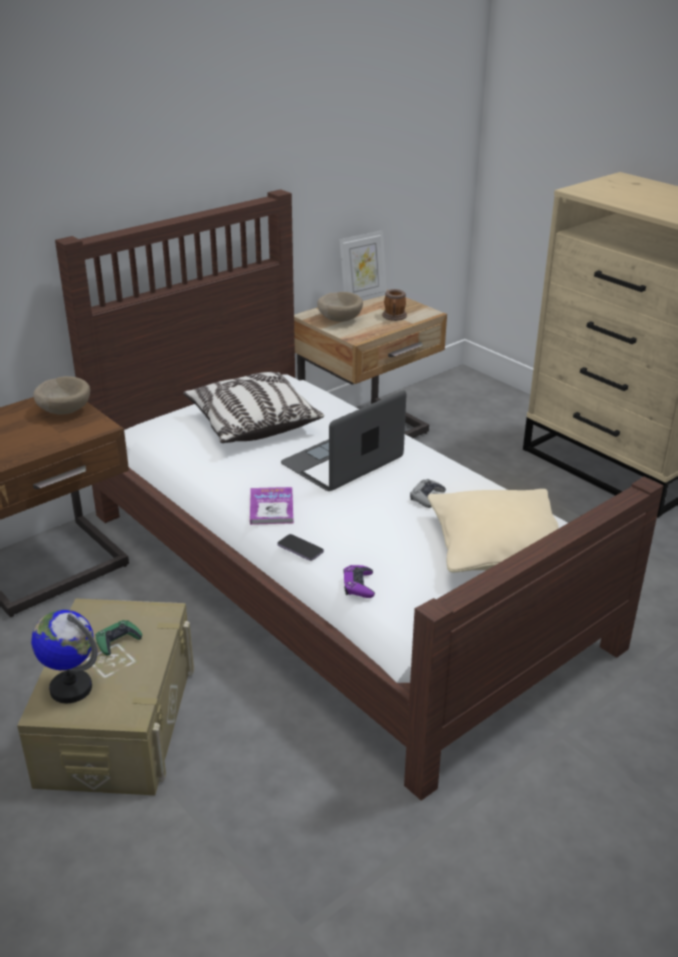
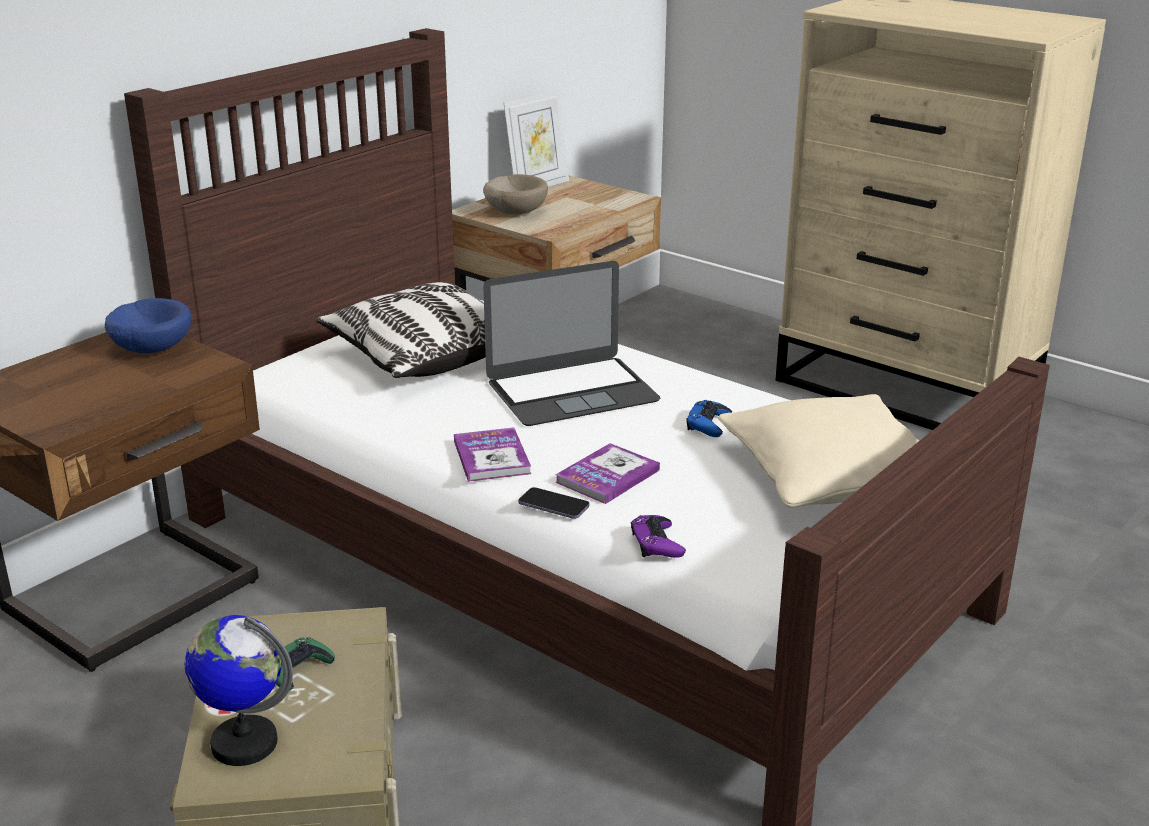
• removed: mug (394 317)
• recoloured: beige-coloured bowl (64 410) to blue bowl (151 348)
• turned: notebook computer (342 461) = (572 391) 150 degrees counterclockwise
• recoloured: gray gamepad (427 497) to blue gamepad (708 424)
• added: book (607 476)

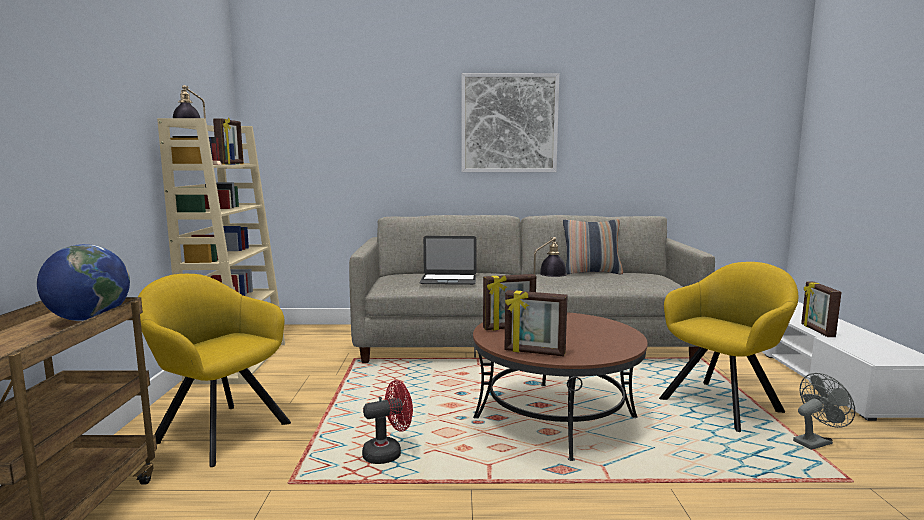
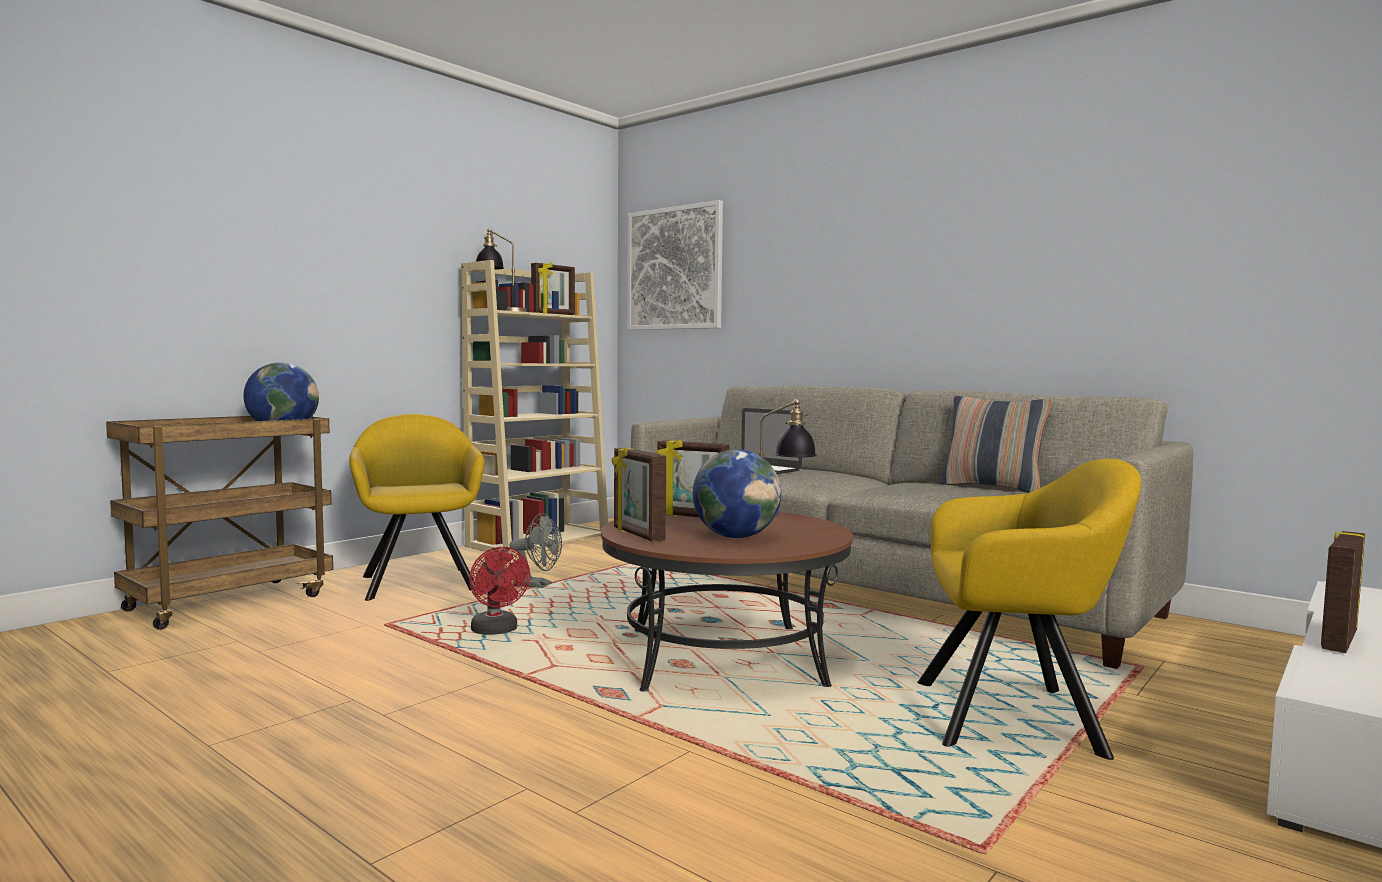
• moved: wall art (509 123) to (674 268)
• moved: gray cooling fan (815 442) to (538 585)
• turned: red-coloured cooling fan (388 453) = (497 631) 45 degrees clockwise
• added: desk globe (736 537)

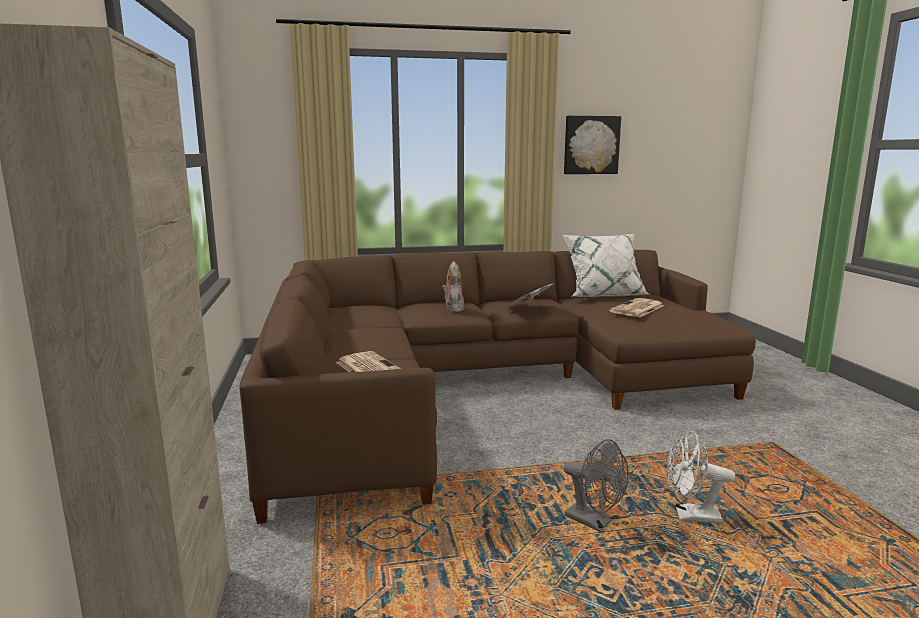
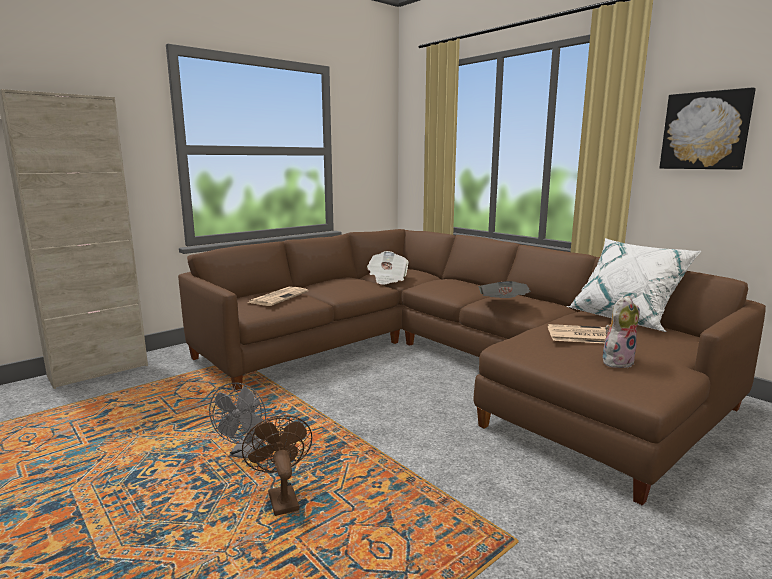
• moved: plush toy (453 309) to (617 361)
• recoloured: whitish cooling fan (690 516) to brown-coloured cooling fan (281 497)
• added: printed paper (387 279)

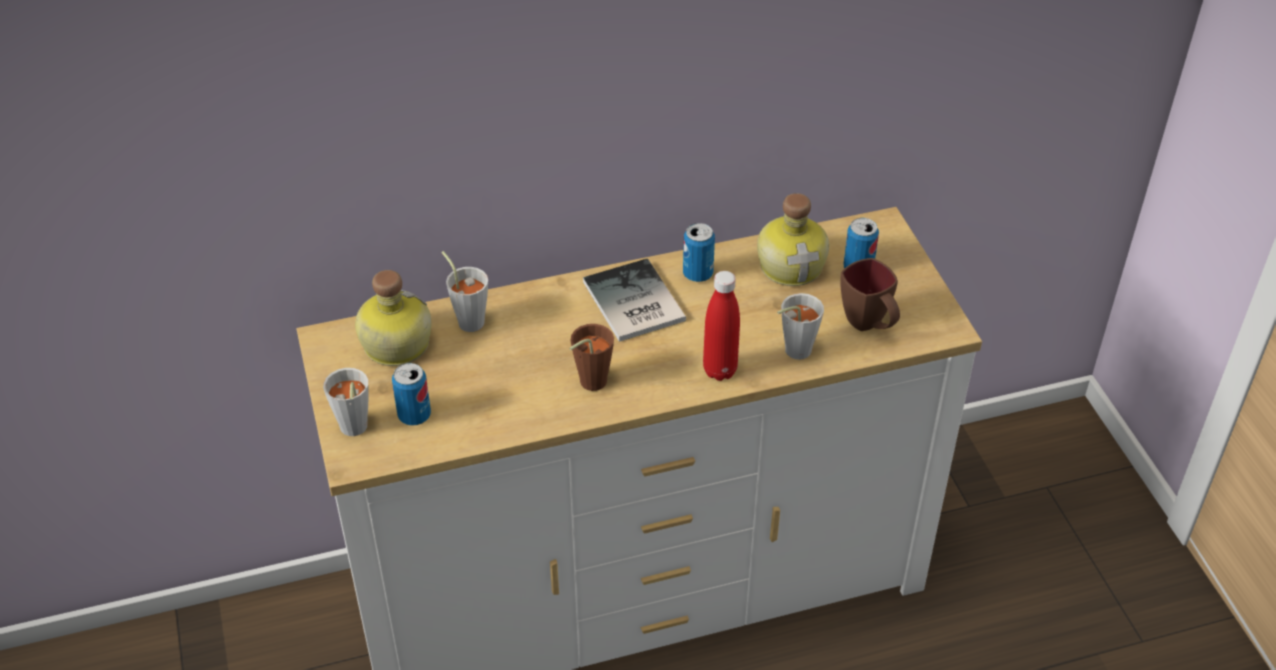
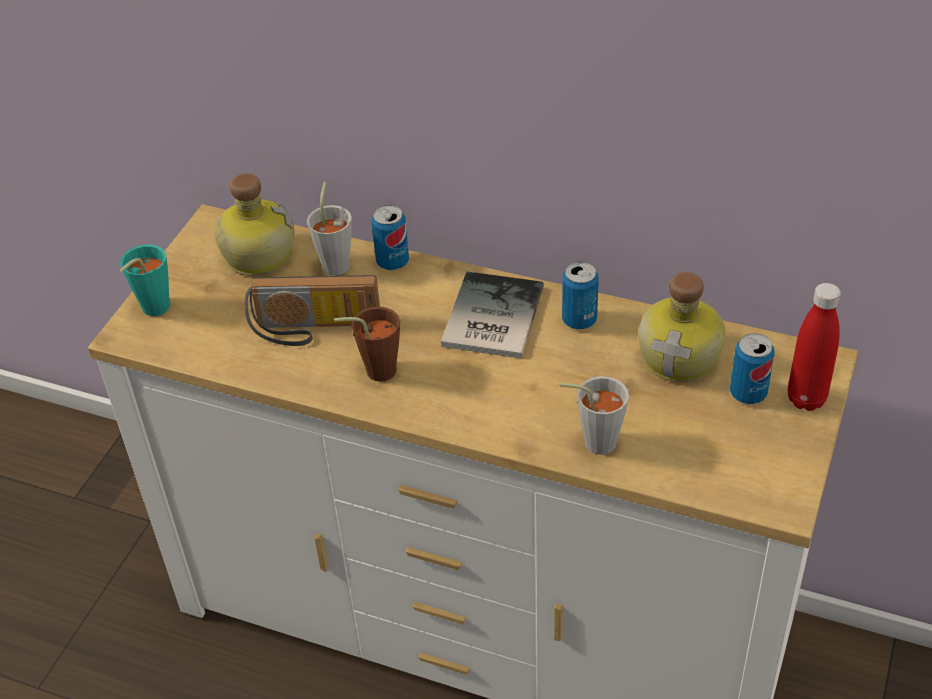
• removed: brown-coloured mug (869 325)
• moved: red-coloured bottle (720 370) to (806 399)
• moved: can (414 415) to (392 261)
• recoloured: gray small cup (353 431) to turquoise-coloured small cup (151 310)
• added: radio receiver (314 330)

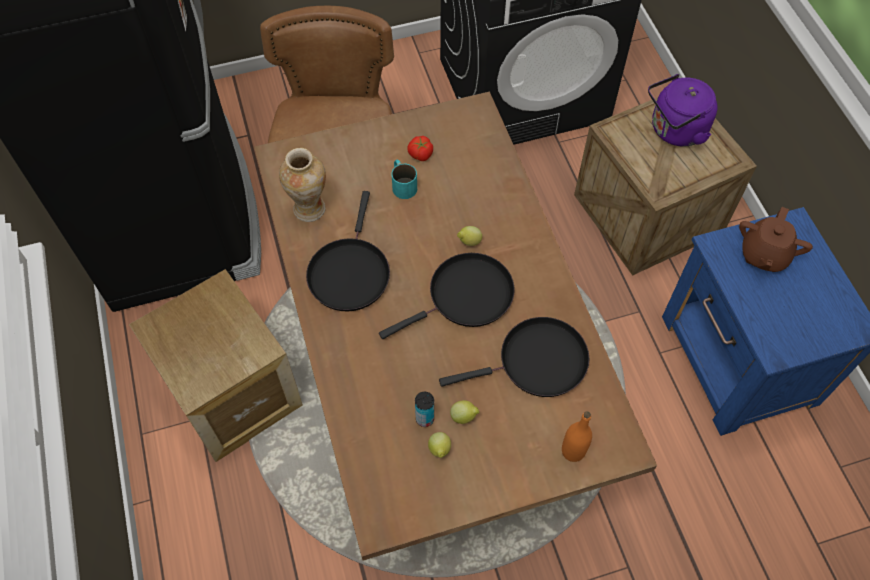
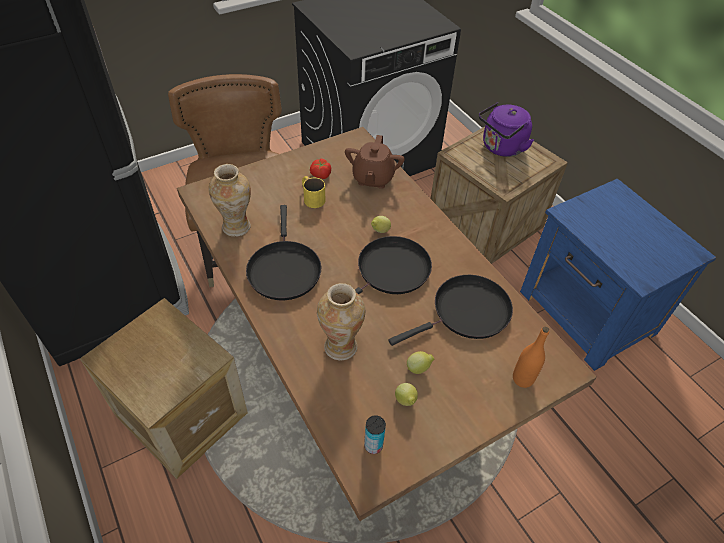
• recoloured: turquoise-coloured mug (402 184) to yellow-coloured mug (311 197)
• moved: brown-coloured teapot (764 255) to (373 178)
• moved: can (425 419) to (373 445)
• added: decorative vase (341 346)

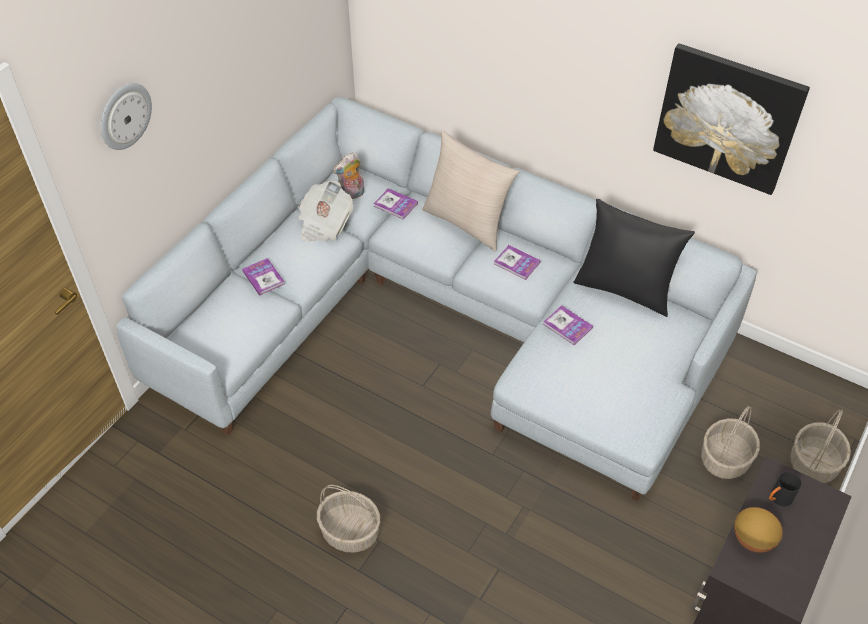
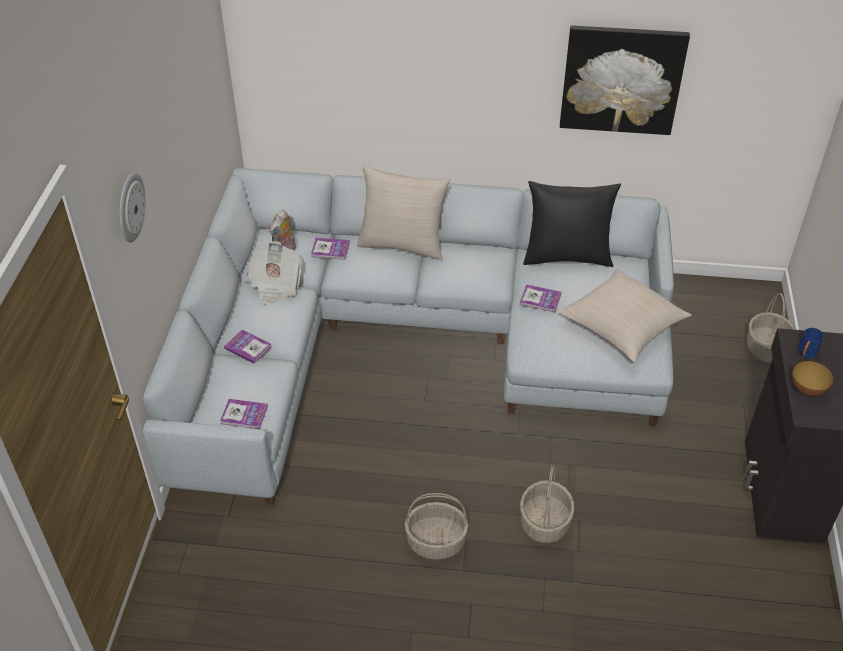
• moved: book (516 263) to (244 415)
• moved: storage basket (725 459) to (545 523)
• recoloured: black mug (778 499) to blue mug (805 355)
• added: beige-coloured cushion (622 326)

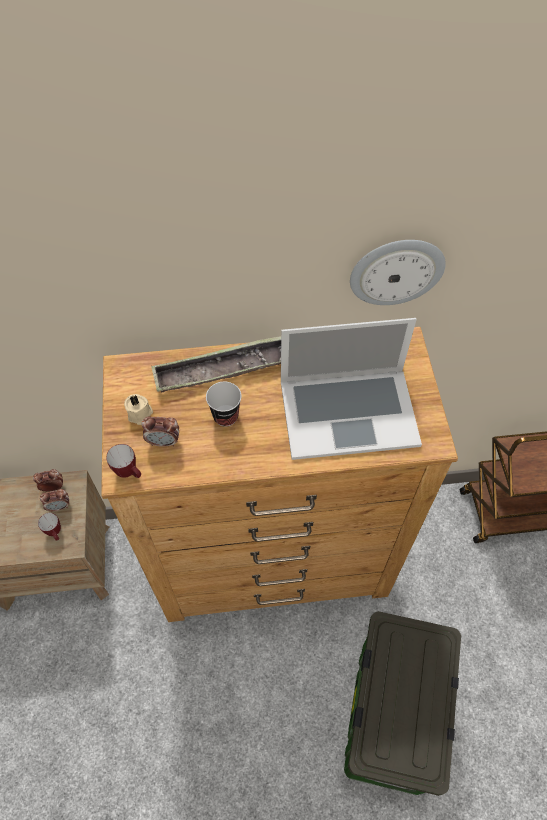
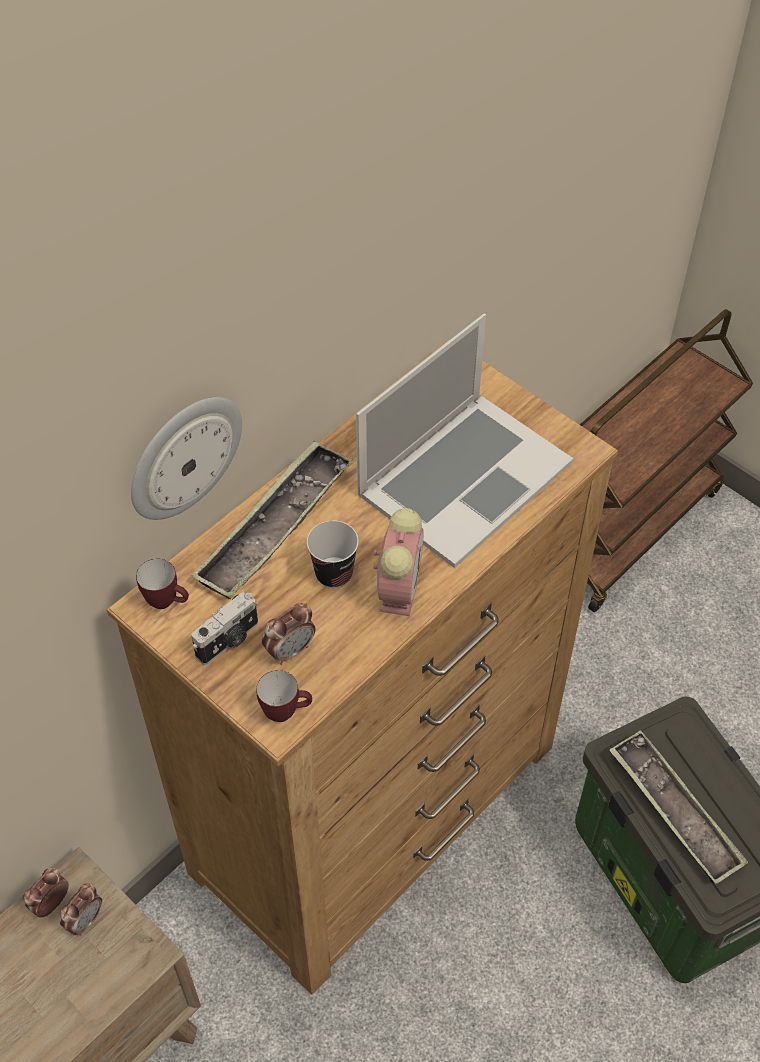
• moved: hanging clock (396 271) to (184 456)
• replaced: beige-coloured candle (140 414) to photo camera (229 641)
• moved: mug (56 533) to (167 602)
• added: table clock (399 587)
• added: tray (674 811)

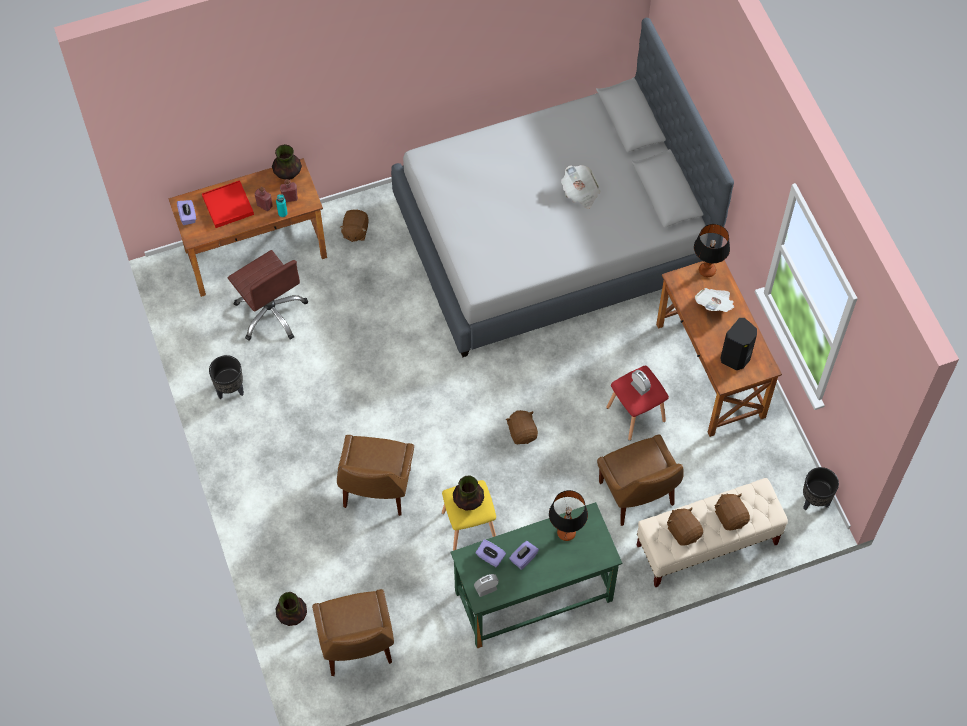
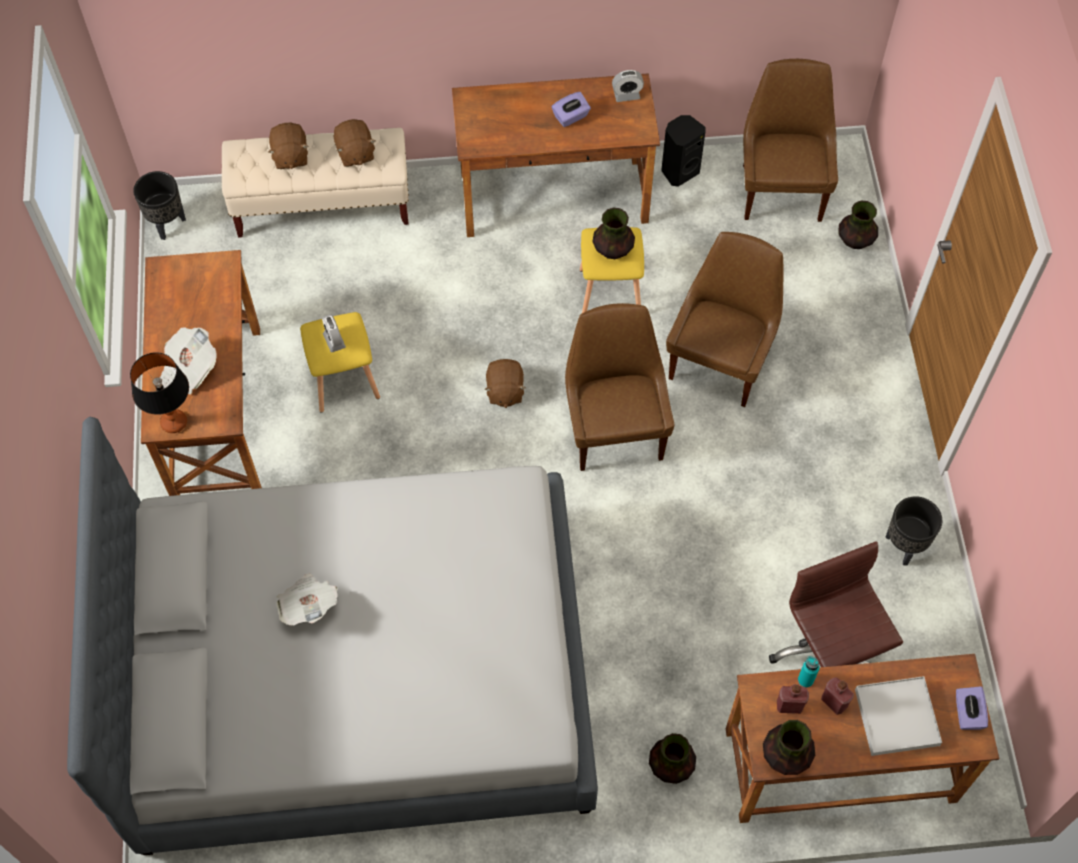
• recoloured: red-coloured tray (228 205) to whitish tray (897 717)
• replaced: brown-coloured plush toy (355 231) to decorative vase (670 765)
• moved: black loudspeaker (736 358) to (679 171)
• recoloured: red-coloured stool (635 413) to yellow-coloured stool (344 381)
• moved: brown-coloured plain chair (637 496) to (615 429)
• removed: tabletop lamp (566 533)
• recoloured: green-coloured desk (533 596) to brown-coloured desk (554 197)
• removed: purplish box of tissues (490 557)

